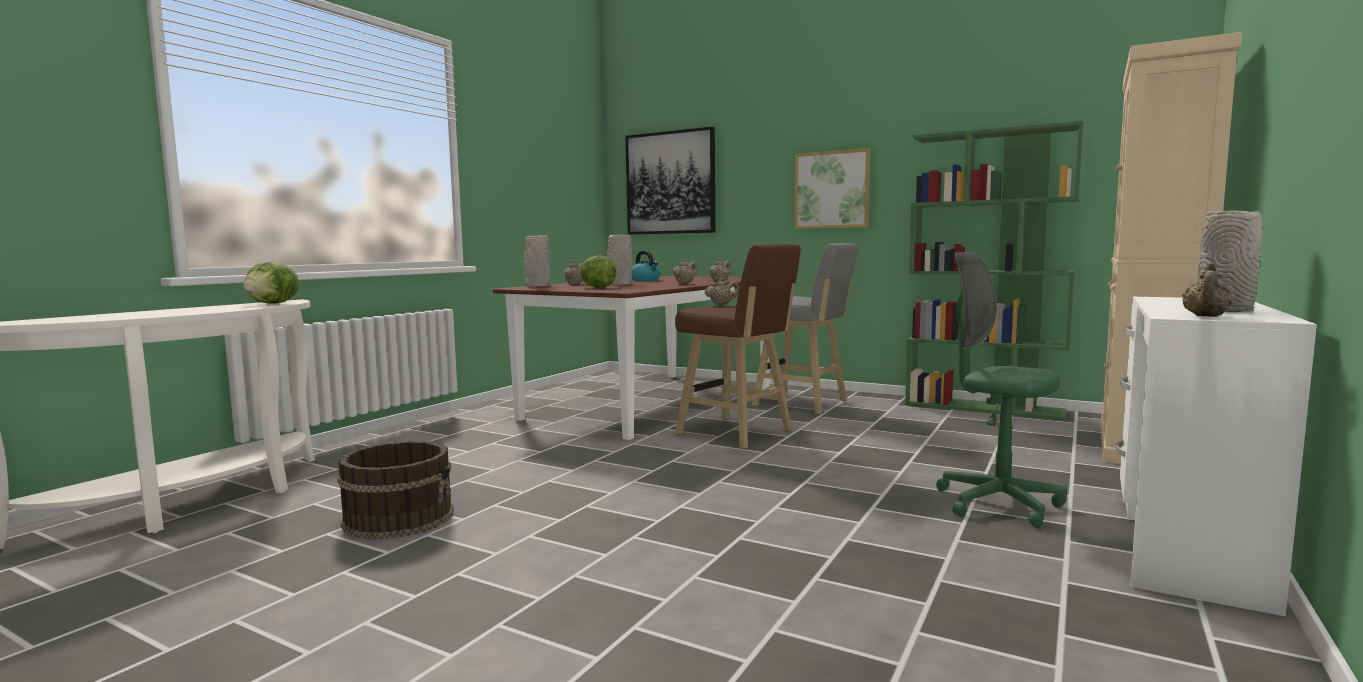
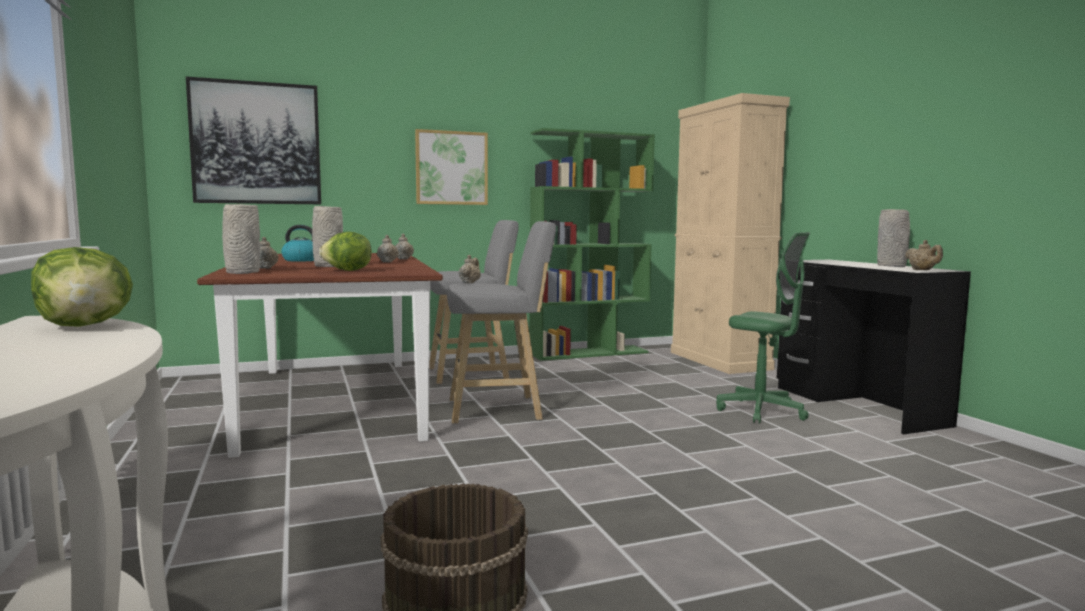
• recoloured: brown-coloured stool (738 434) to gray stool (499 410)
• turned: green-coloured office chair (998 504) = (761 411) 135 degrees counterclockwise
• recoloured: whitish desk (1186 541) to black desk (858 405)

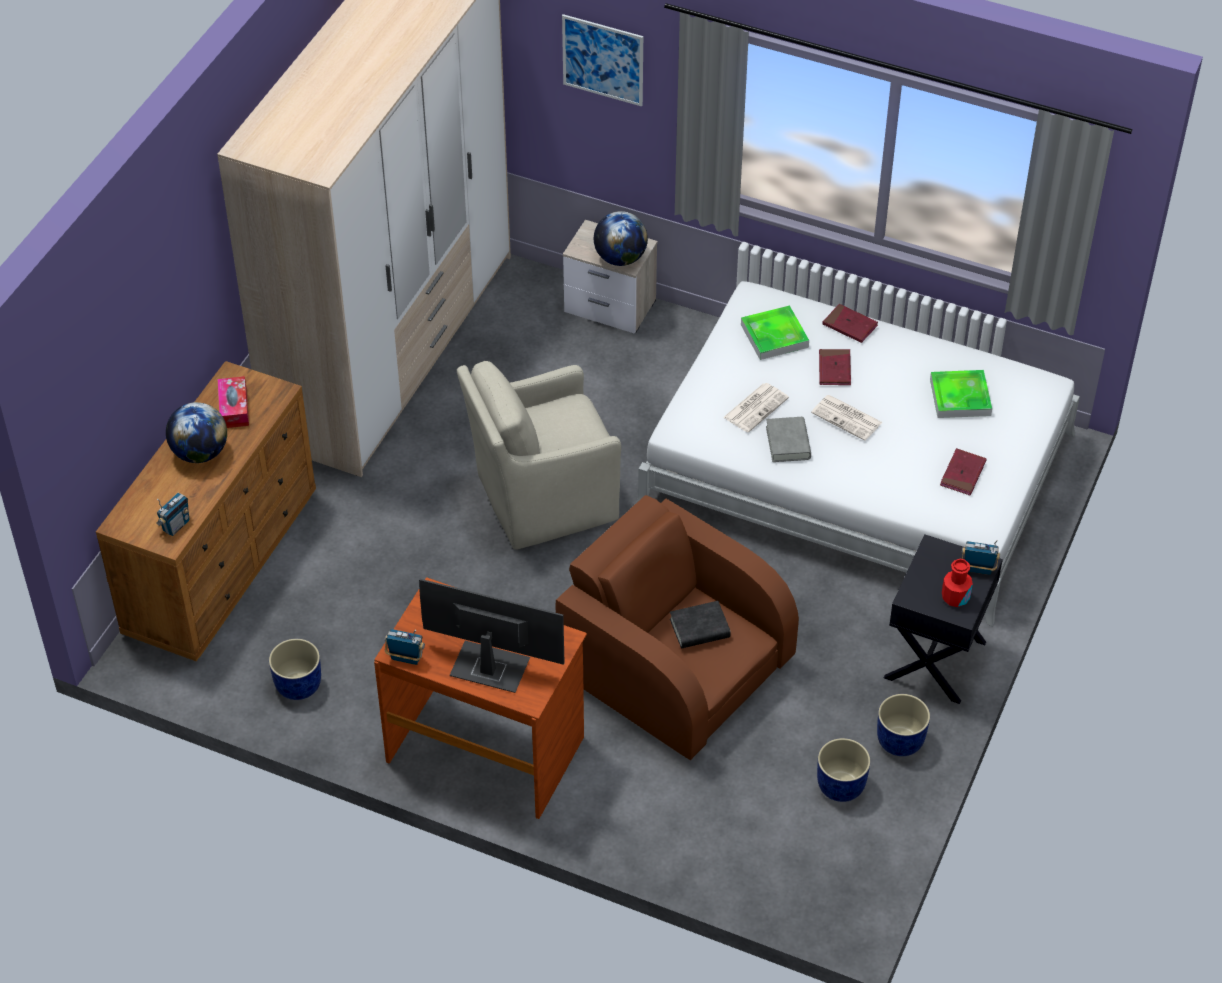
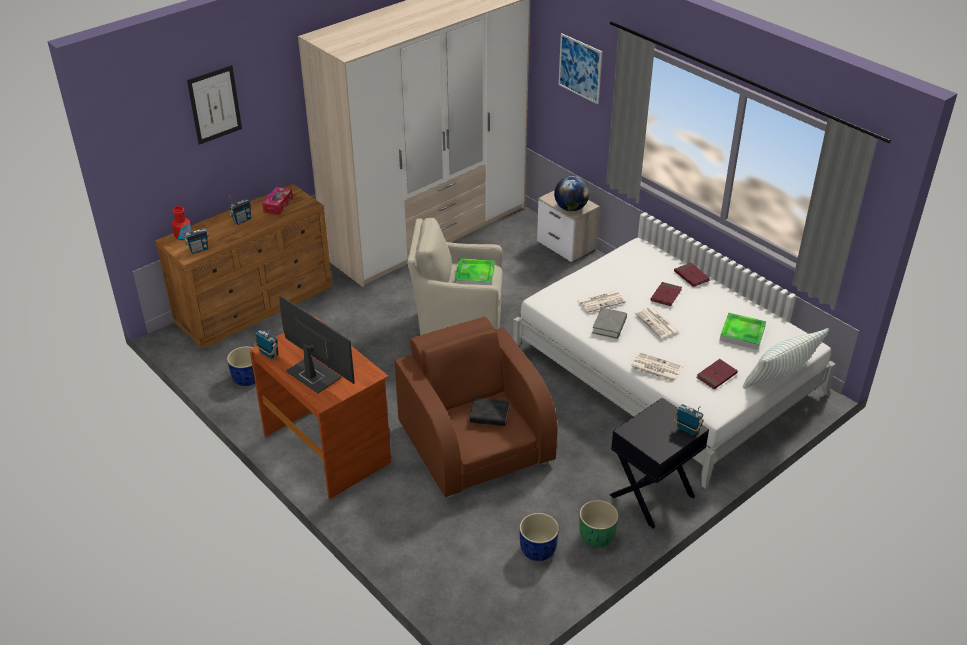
• moved: tray (774 336) to (475 275)
• replaced: desk globe (200 453) to radio receiver (242 220)
• moved: red-coloured bottle (955 597) to (183 236)
• recoloured: blue plant pot (900 741) to green-coloured plant pot (597 537)
• added: wall art (214 104)
• added: cushion (780 376)
• added: printed paper (655 368)

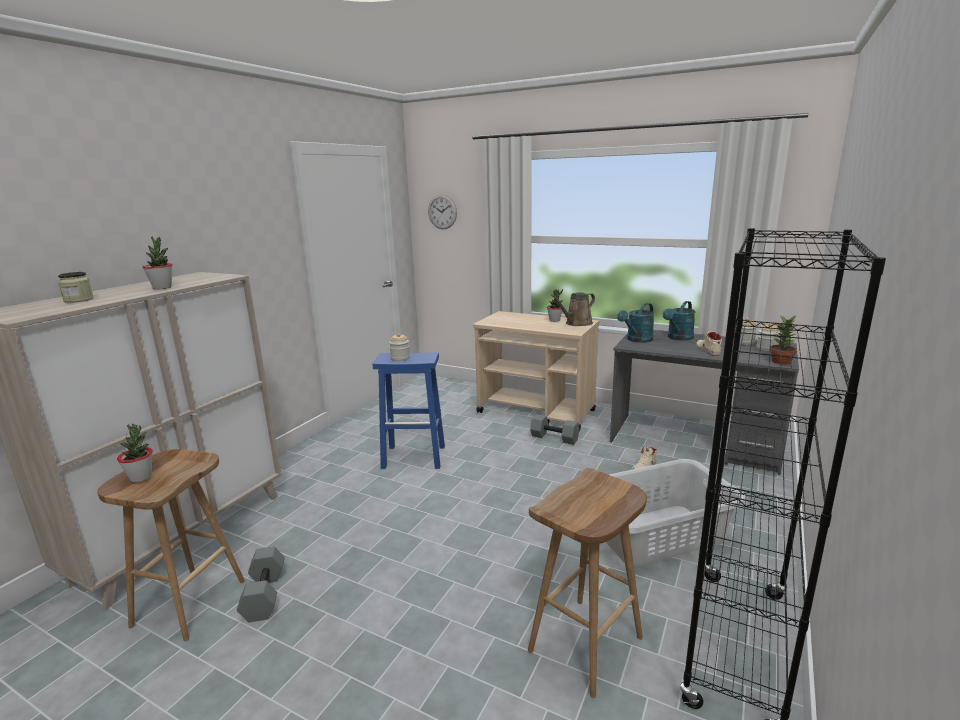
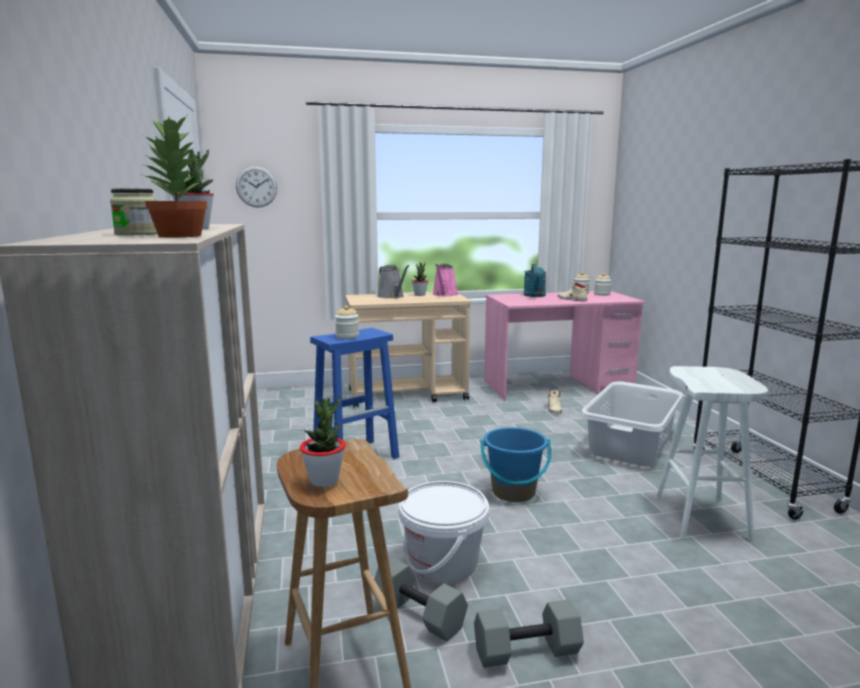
• recoloured: brown-coloured watering can (576 323) to pink-coloured watering can (444 294)
• removed: turquoise-coloured watering can (637 340)
• moved: houseplant (781 362) to (180 236)
• recoloured: gray desk (694 442) to pink-coloured desk (557 386)
• moved: gray dumbbell (553 438) to (526 653)
• recoloured: brown-coloured stool (585 646) to whitish stool (703 518)
• added: gray watering can (392 296)
• added: blue pail (513 492)
• added: whitish pail (443 563)

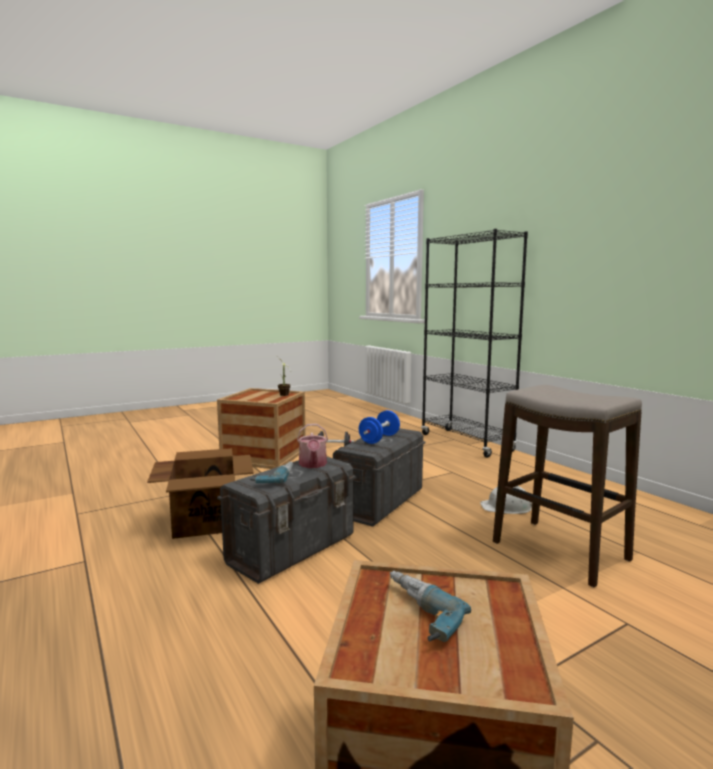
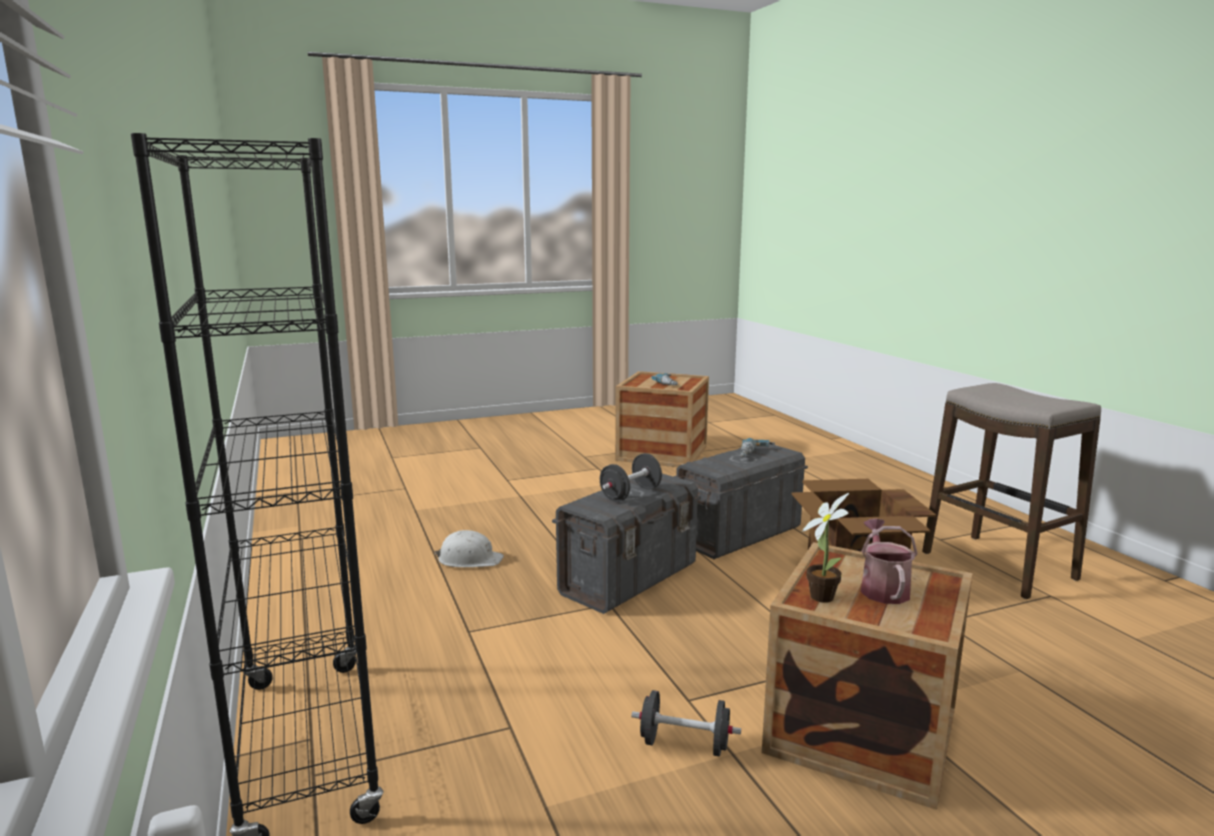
• moved: stool (560 551) to (998 566)
• recoloured: blue dumbbell (379 439) to black dumbbell (630 494)
• moved: watering can (313 465) to (882 588)

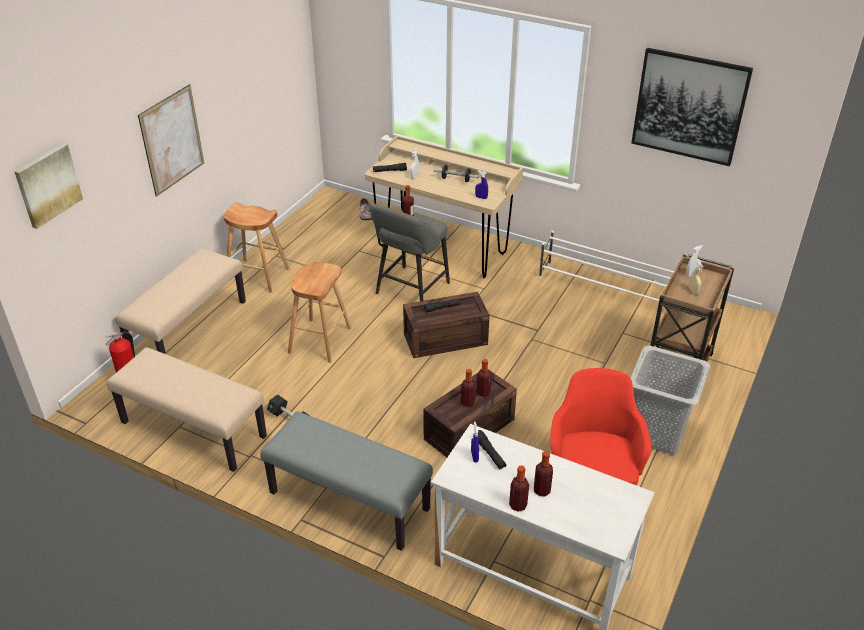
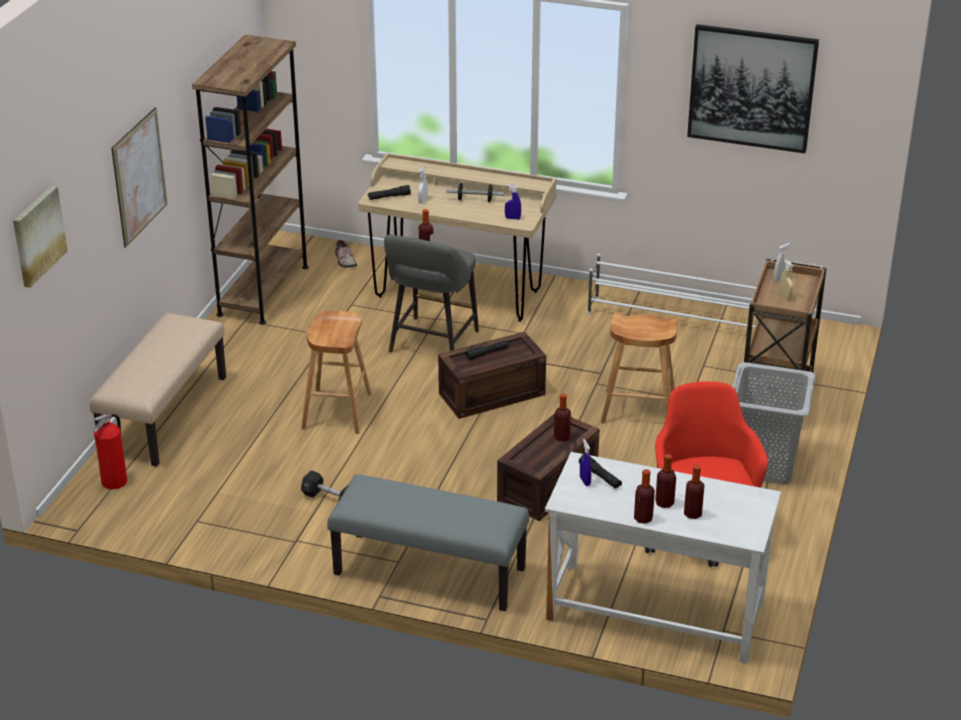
• moved: brown-coloured stool (257 275) to (639 409)
• removed: beige-coloured long seat (192 430)
• moved: bottle (467 403) to (692 514)
• added: brown-coloured shelving unit (263 290)

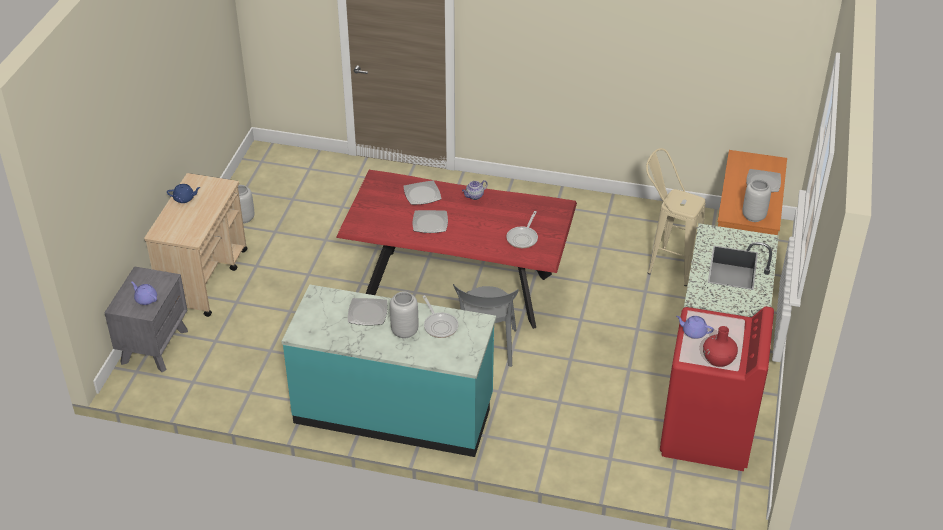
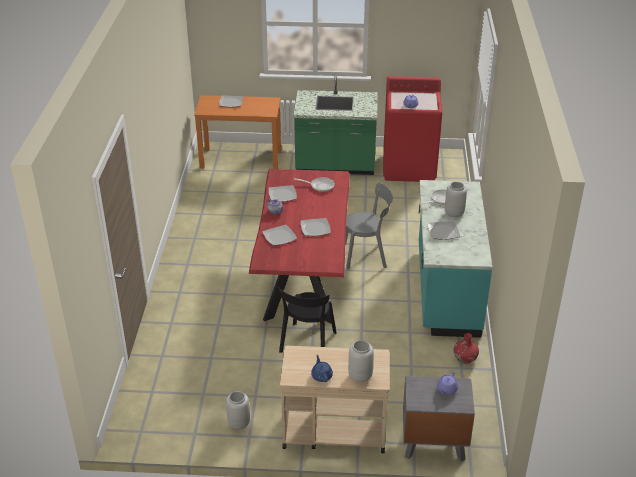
• removed: beige-coloured stool (666 264)
• moved: gray decorative vase (753 216) to (360 376)
• moved: red-coloured decorative vase (718 360) to (465 358)
• added: plate (282 195)
• added: black plain chair (307 344)

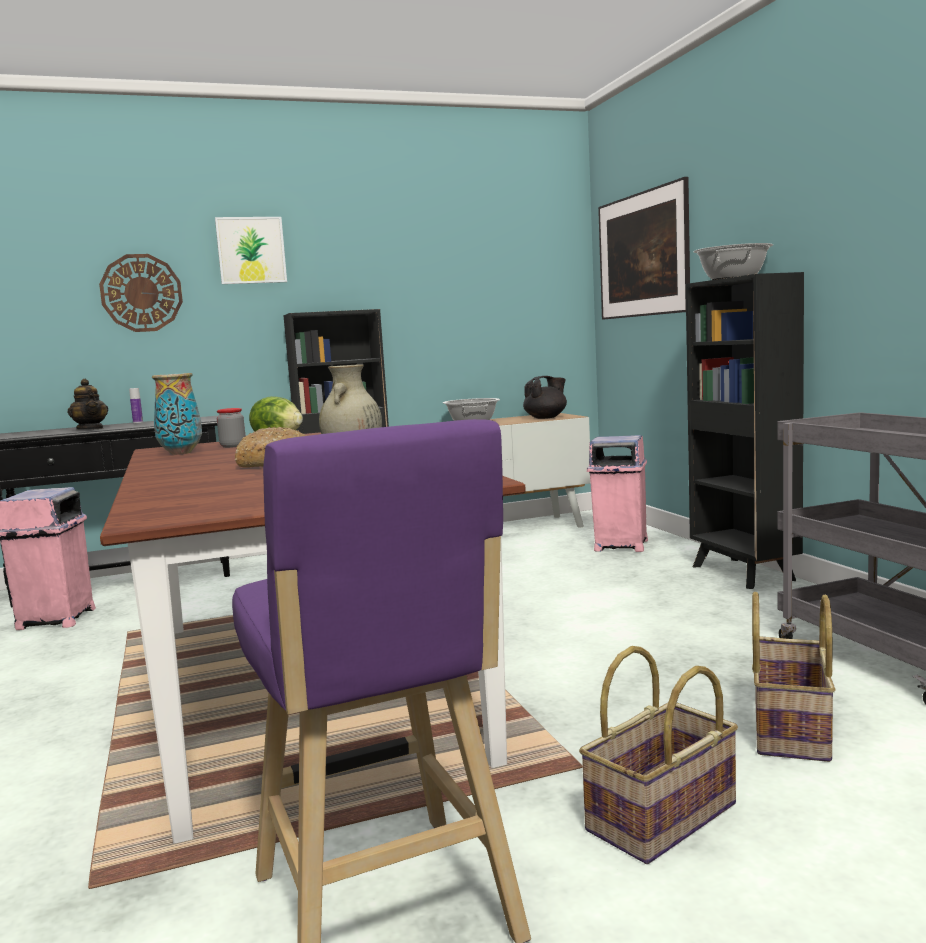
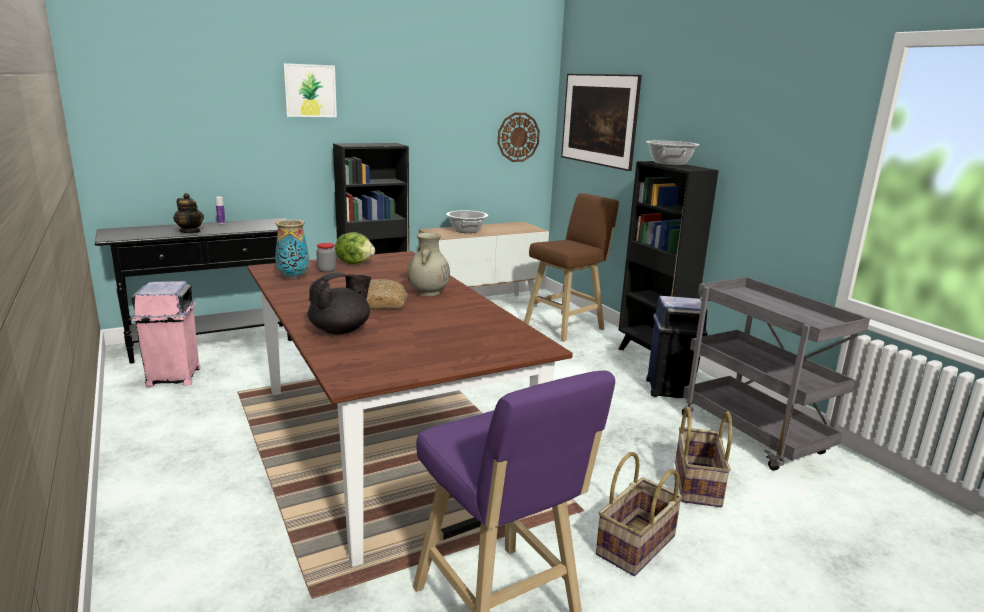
• moved: hanging clock (141 293) to (518 137)
• moved: black teapot (546 418) to (341 330)
• replaced: pink-coloured waste bin (620 545) to brown-coloured stool (566 326)
• added: blue waste bin (670 389)

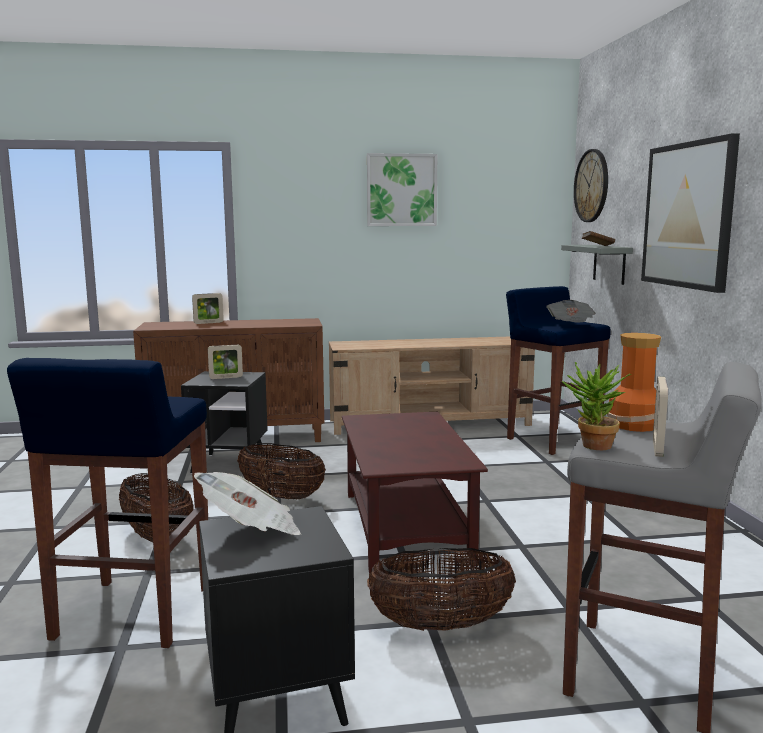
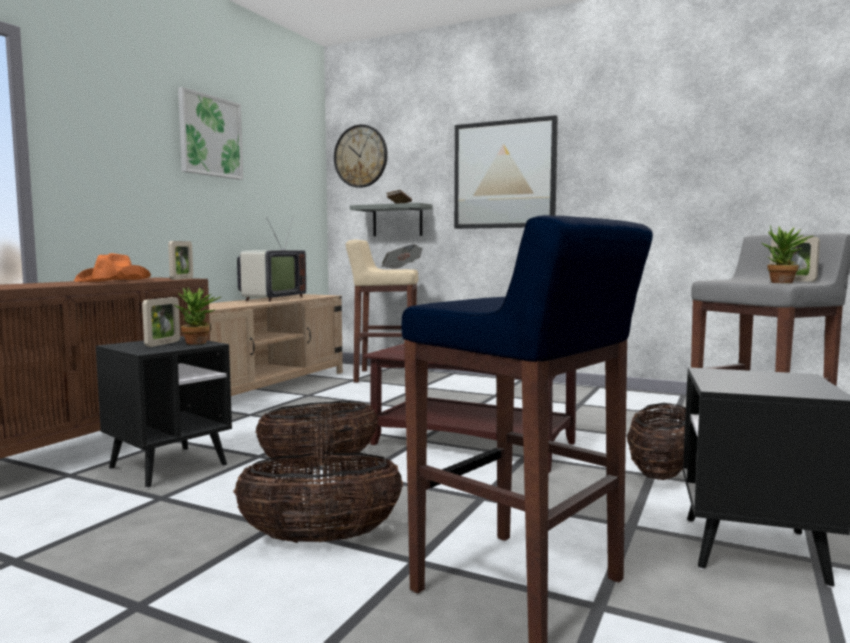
• recoloured: blue stool (552 440) to beige-coloured stool (384 376)
• moved: photo frame (208 323) to (181 279)
• removed: decorative vase (635 425)
• removed: printed paper (251 529)
• added: television (271 299)
• added: orange-coloured hat (115 281)
• added: houseplant (199 343)

